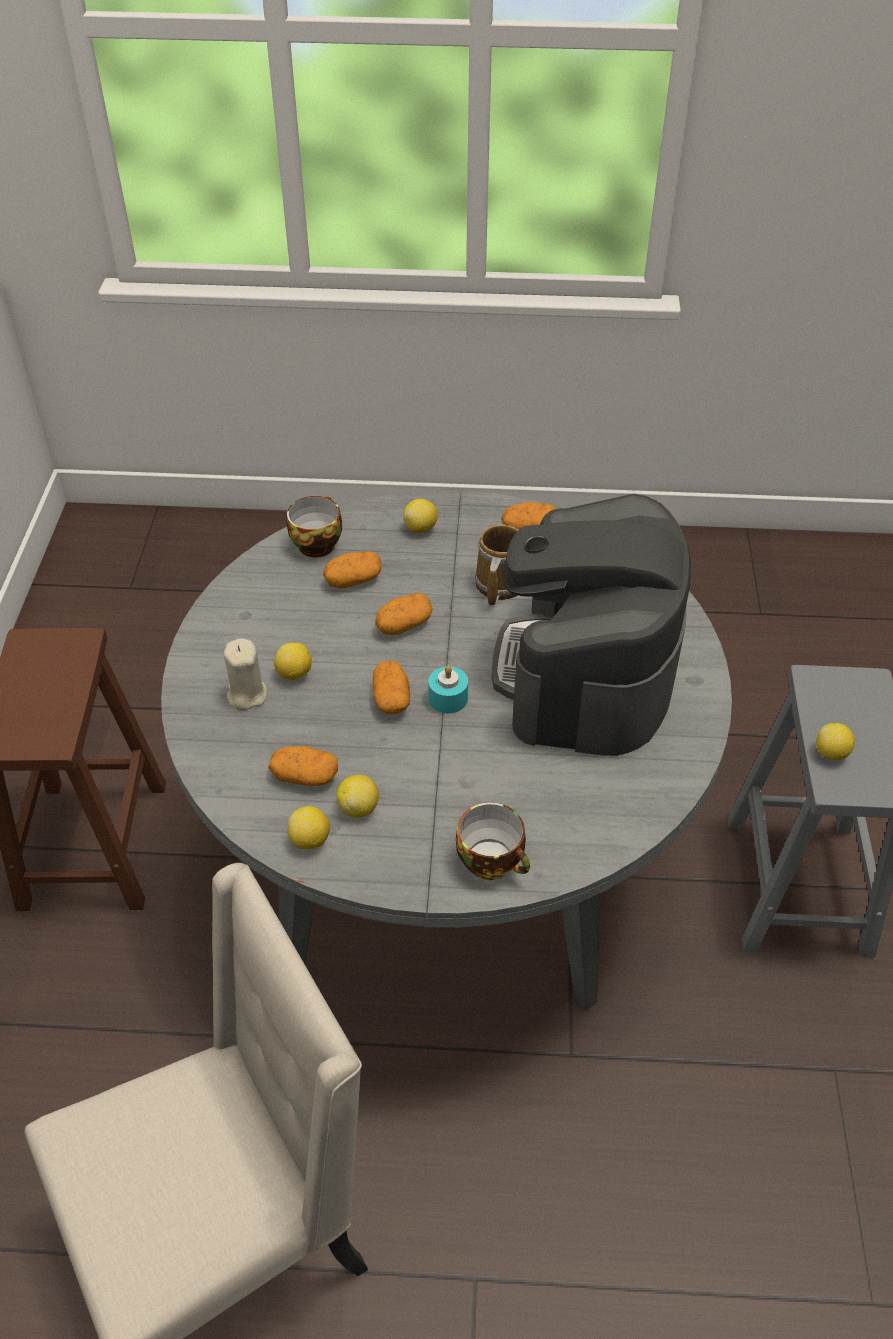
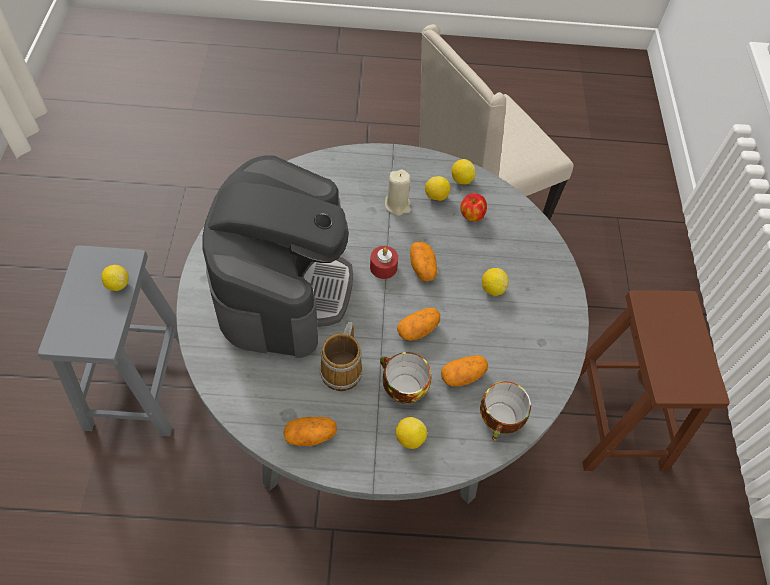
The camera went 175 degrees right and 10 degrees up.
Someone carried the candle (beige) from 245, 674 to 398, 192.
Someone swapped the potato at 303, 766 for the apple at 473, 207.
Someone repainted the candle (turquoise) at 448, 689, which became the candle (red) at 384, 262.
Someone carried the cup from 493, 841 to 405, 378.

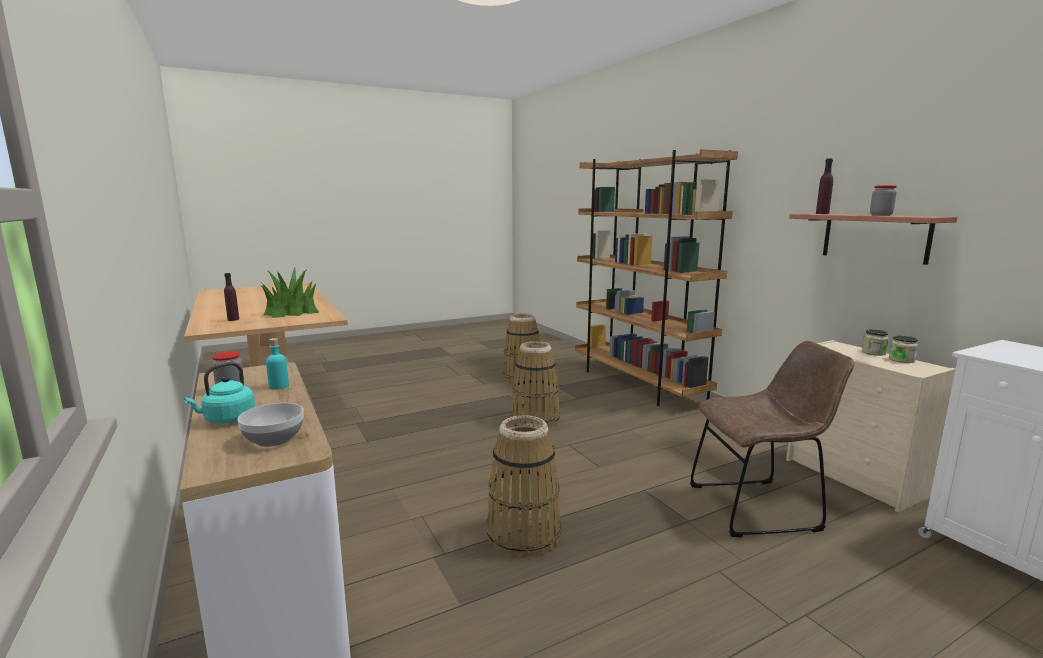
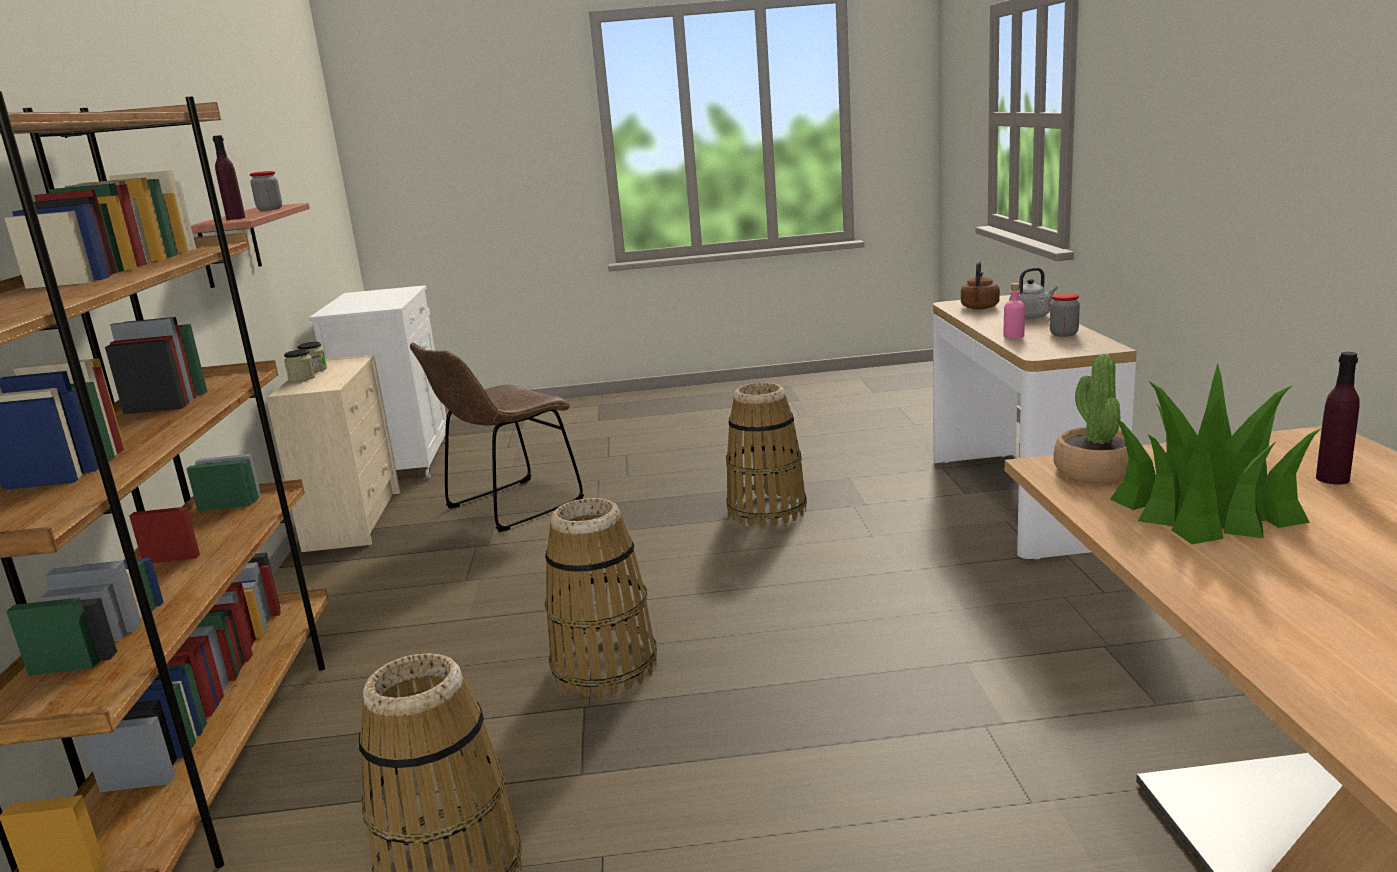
The camera went 155 degrees left and 5 degrees up.
Someone repainted the kettle (turquoise) at 219, 393, which became the kettle (grey) at 1033, 293.
Someone swapped the bowl at 271, 425 for the kettle (brown) at 980, 285.
Someone repainted the bottle (turquoise) at 277, 364, which became the bottle (pink) at 1014, 311.
Someone rotated the chair (brown) at 772, 439 by 60 degrees counterclockwise.
Someone put down the potted plant at 1091, 419.

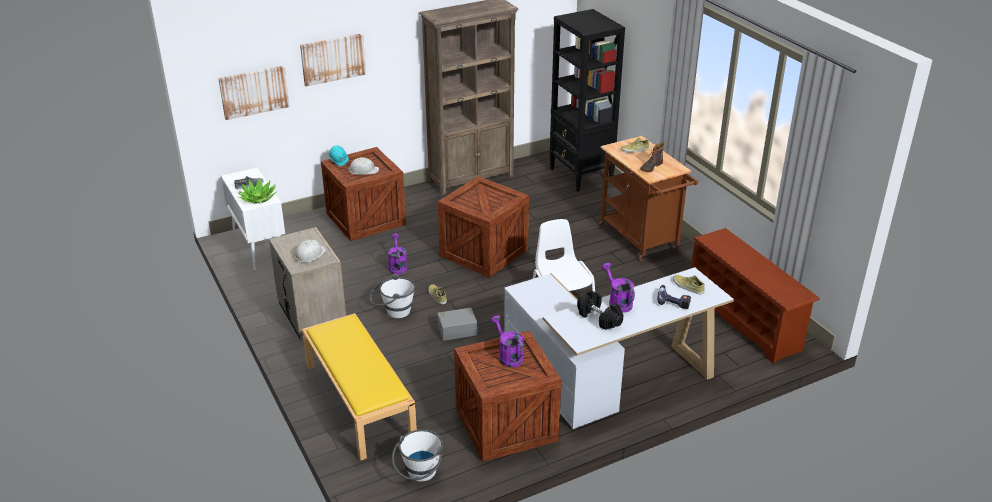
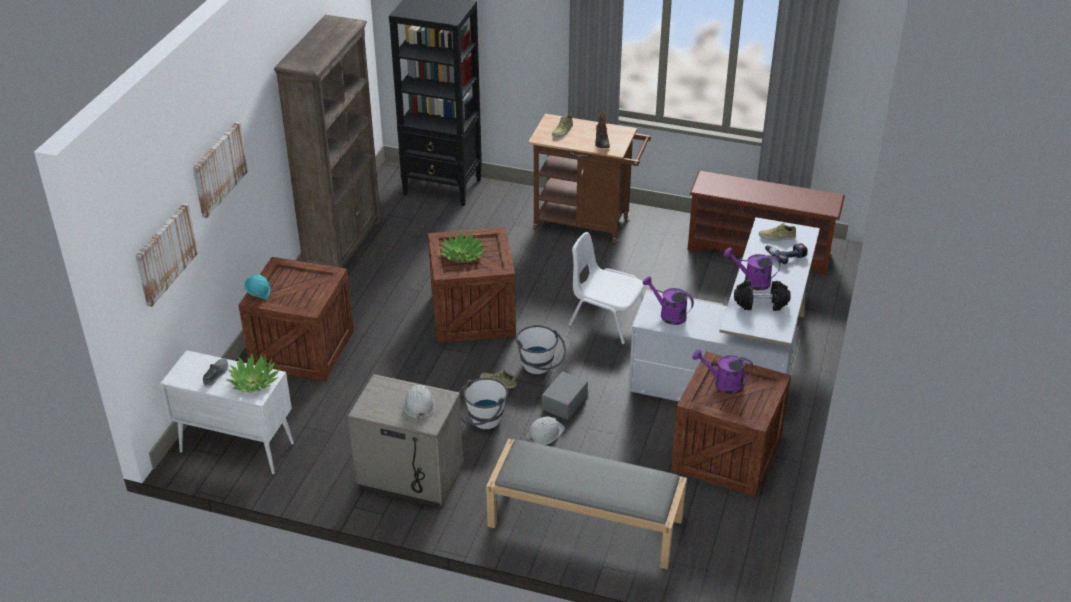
The camera went 45 degrees left and 5 degrees up.
Someone repainted the bench (yellow) at 359, 387, which became the bench (grey) at 586, 504.
Someone carried the hard hat (white) from 363, 166 to 546, 430.
Someone carried the watering can (purple) from 397, 254 to 668, 300.
Someone carried the bucket (white) from 417, 455 to 541, 349.
Someone put down the potted plant at 462, 246.

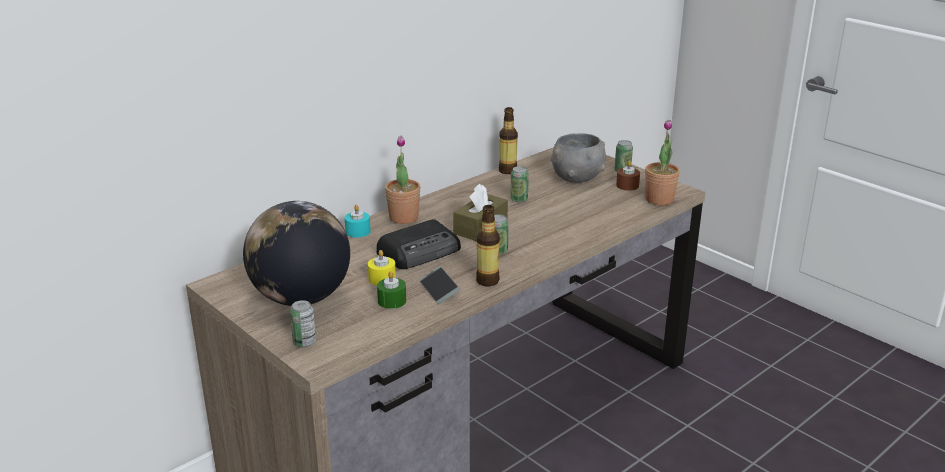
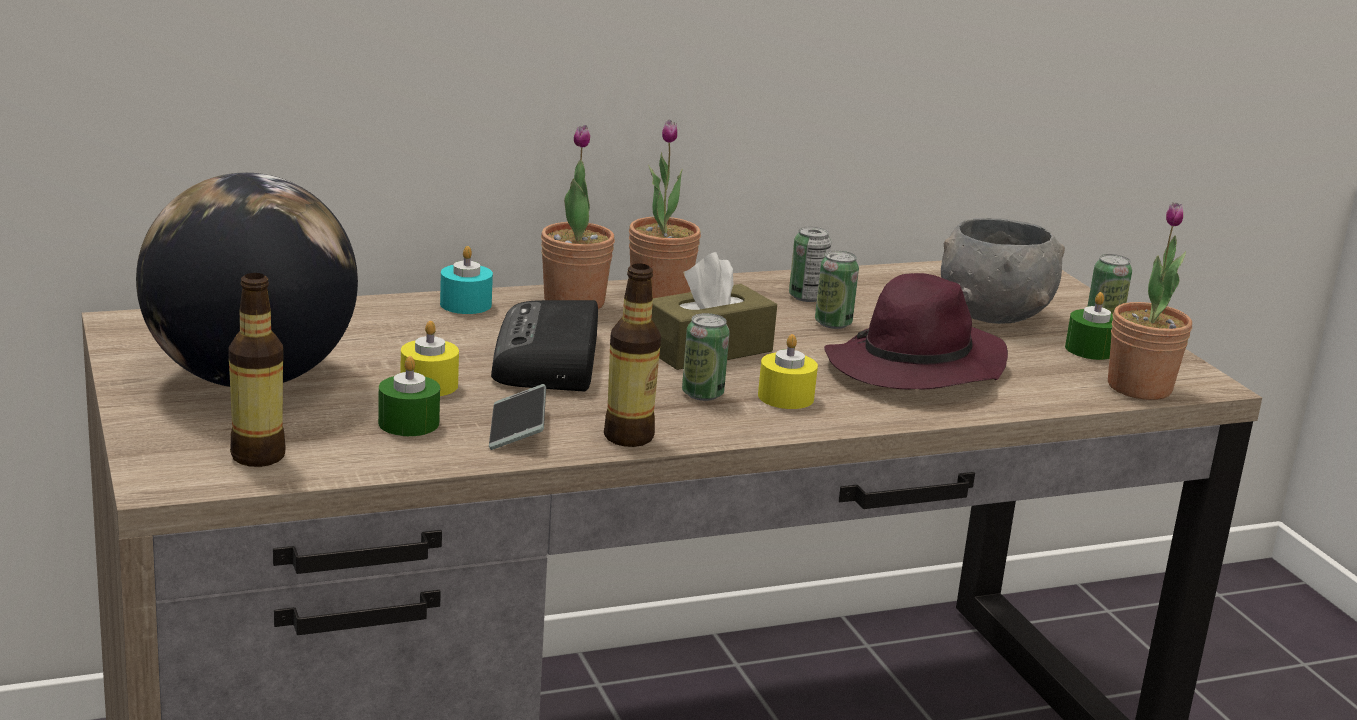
The camera went 20 degrees right and 5 degrees down.
Someone carried the can from 303, 323 to 810, 264.
Someone rotated the radio at 419, 244 by 105 degrees clockwise.
Someone carried the bottle from 508, 140 to 256, 370.
Someone repainted the candle (brown) at 628, 176, which became the candle (green) at 1089, 326.
Someone put down the potted plant at 665, 209.
Someone put down the candle (yellow) at 788, 371.
Someone put down the hat (purple) at 916, 331.

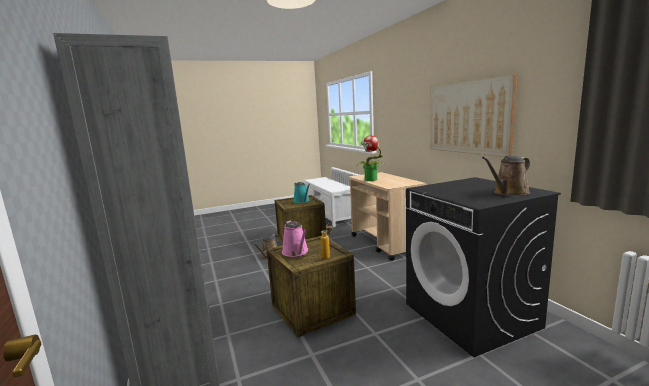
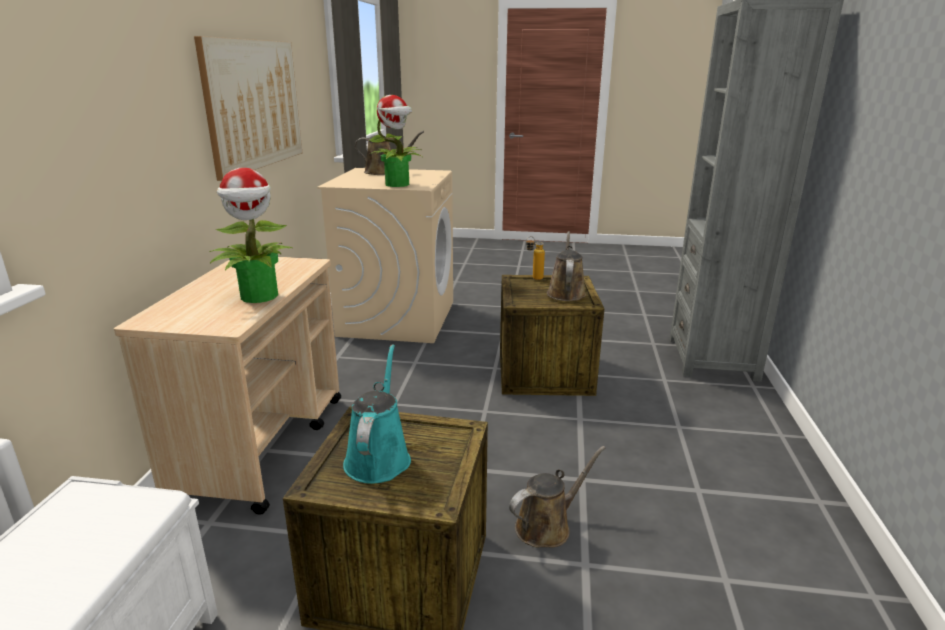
The camera went 150 degrees left and 10 degrees up.
Someone repainted the watering can (pink) at 295, 239, which became the watering can (brown) at 566, 266.
Someone repainted the washing machine (black) at 483, 267, which became the washing machine (beige) at 385, 255.
Someone put down the potted plant at 396, 141.

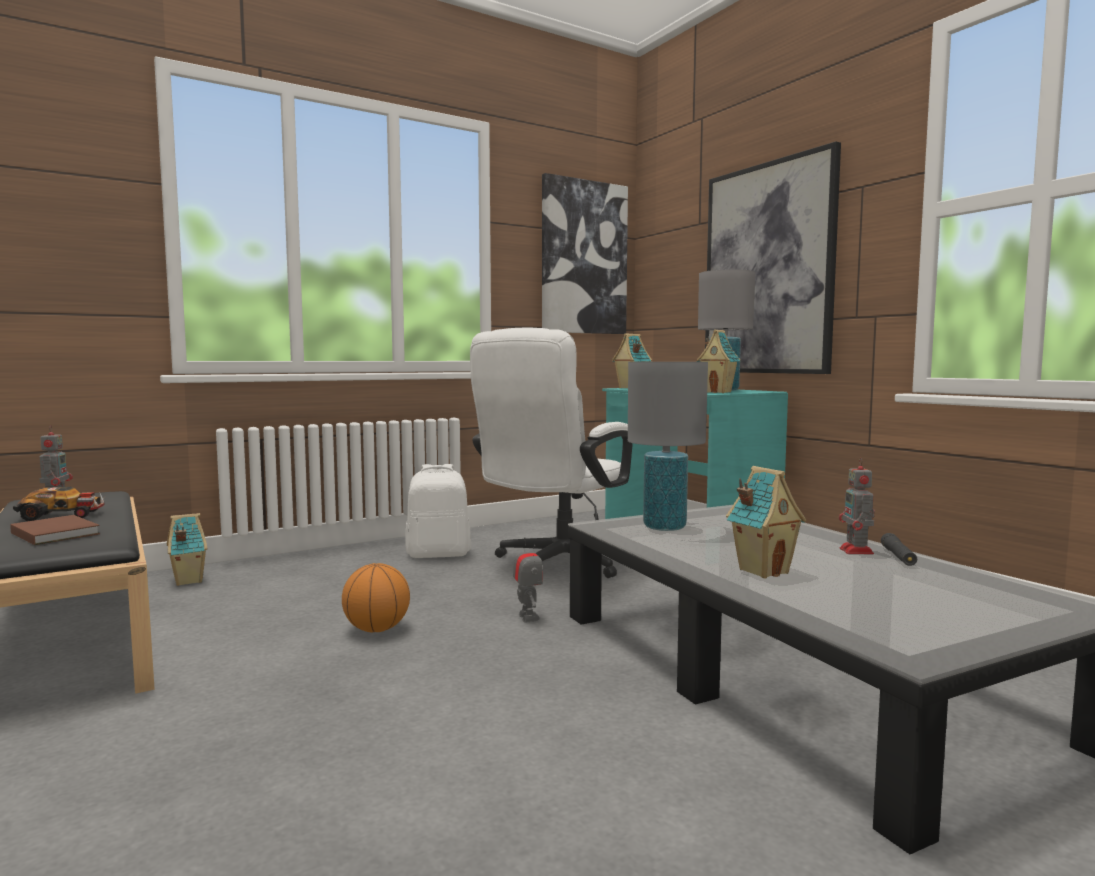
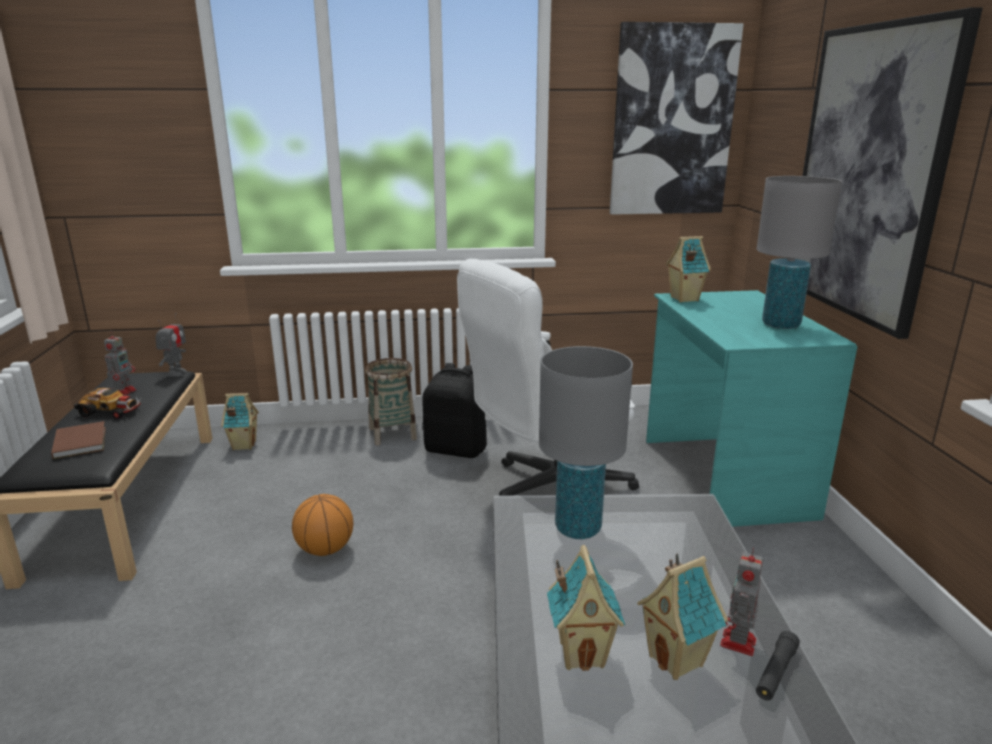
The camera went 25 degrees right and 15 degrees up.
Someone repainted the backpack (white) at 438, 511, which became the backpack (black) at 454, 410.
Someone carried the toy robot from 528, 580 to 171, 345.
Someone carried the toy house from 719, 361 to 682, 617.
Someone put down the basket at 391, 402.

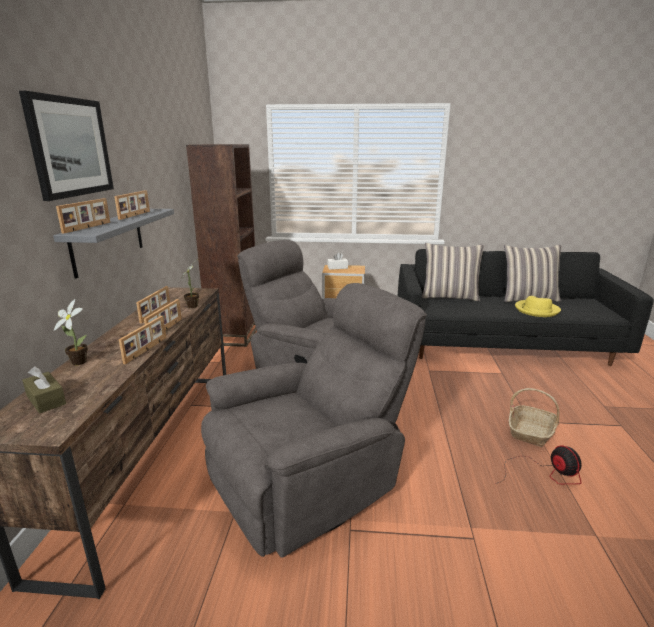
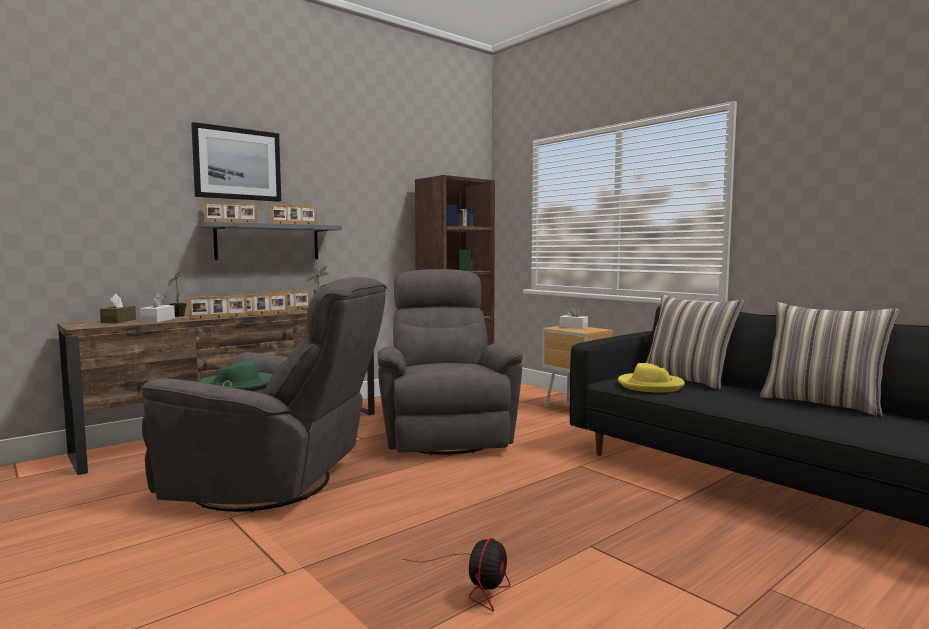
The camera went 45 degrees right and 15 degrees down.
Someone took away the basket at 534, 417.
Someone carried the hat (yellow) from 538, 306 to 651, 378.
Someone put down the tissue box (white) at 157, 308.
Someone put down the hat (green) at 236, 375.

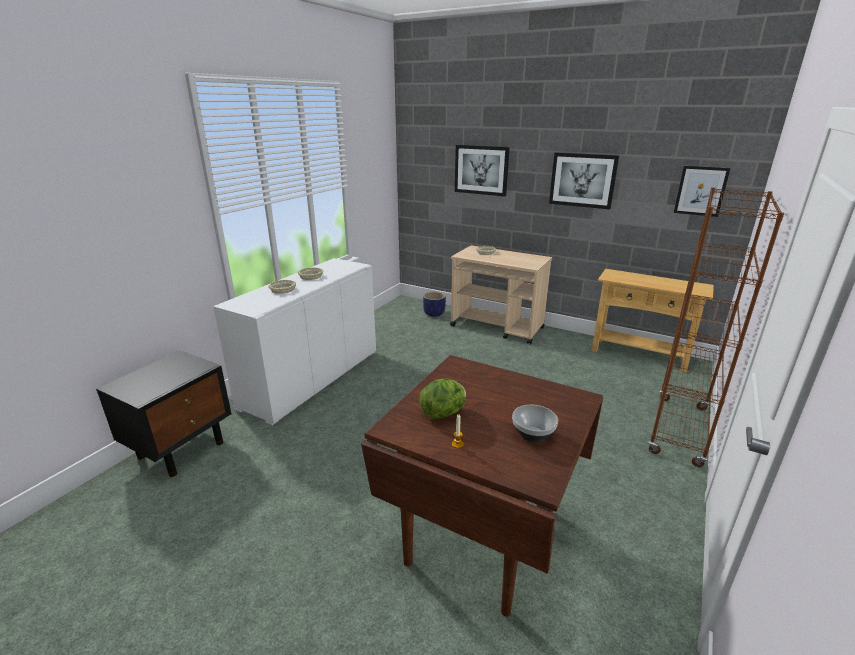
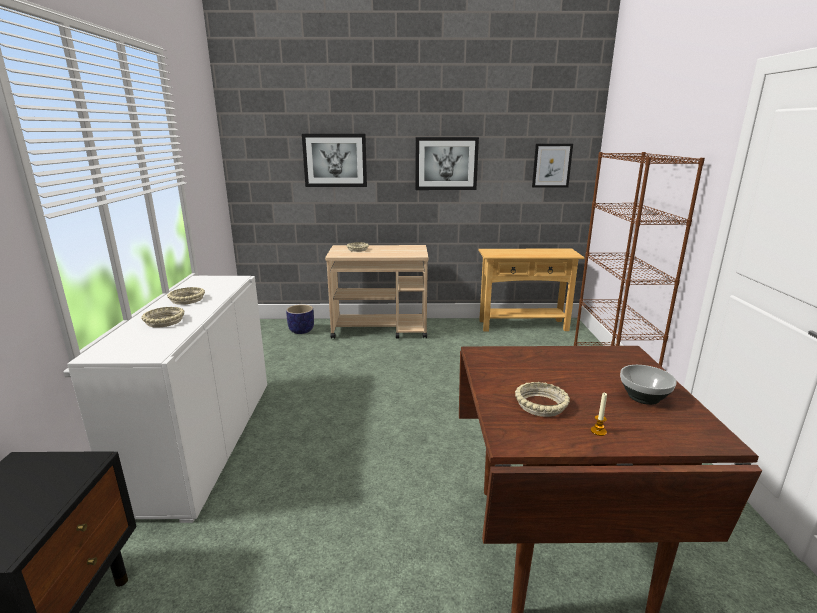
The camera went 30 degrees left and 5 degrees down.
Someone swapped the lettuce at 442, 399 for the bowl (beige) at 542, 399.

